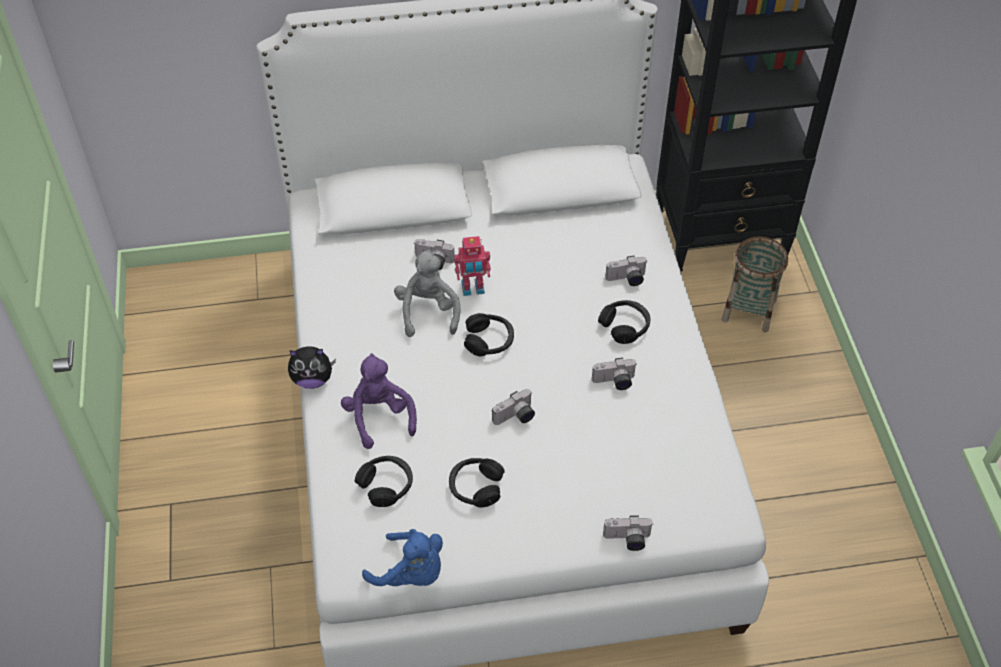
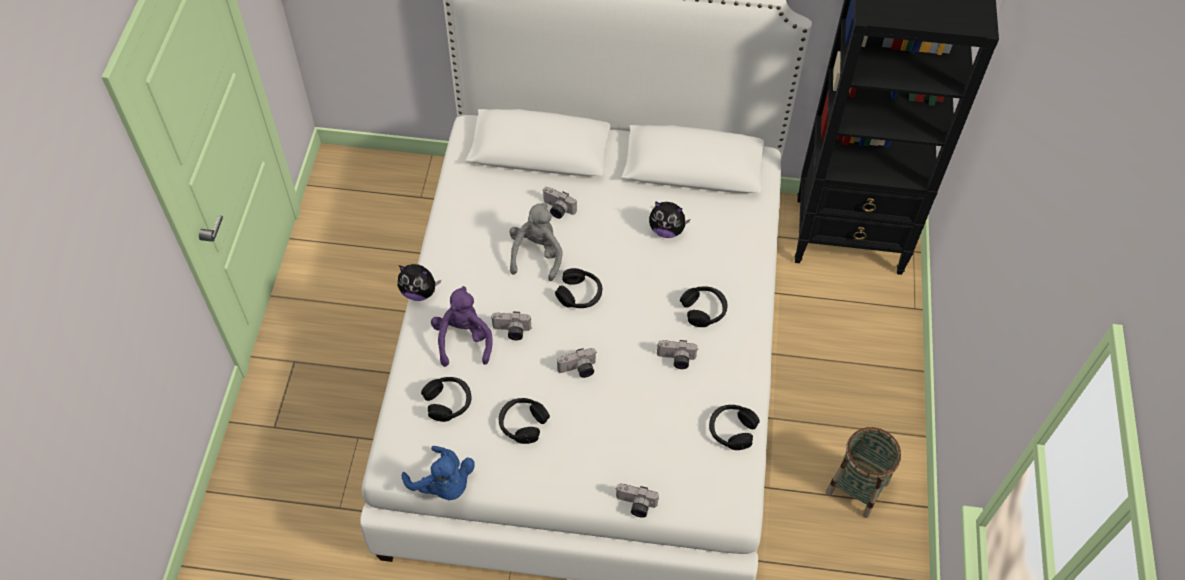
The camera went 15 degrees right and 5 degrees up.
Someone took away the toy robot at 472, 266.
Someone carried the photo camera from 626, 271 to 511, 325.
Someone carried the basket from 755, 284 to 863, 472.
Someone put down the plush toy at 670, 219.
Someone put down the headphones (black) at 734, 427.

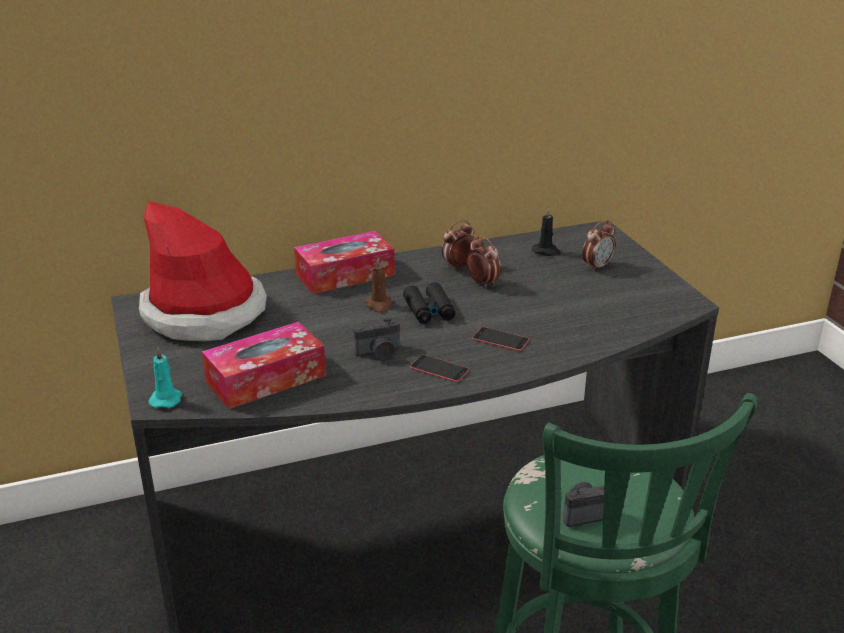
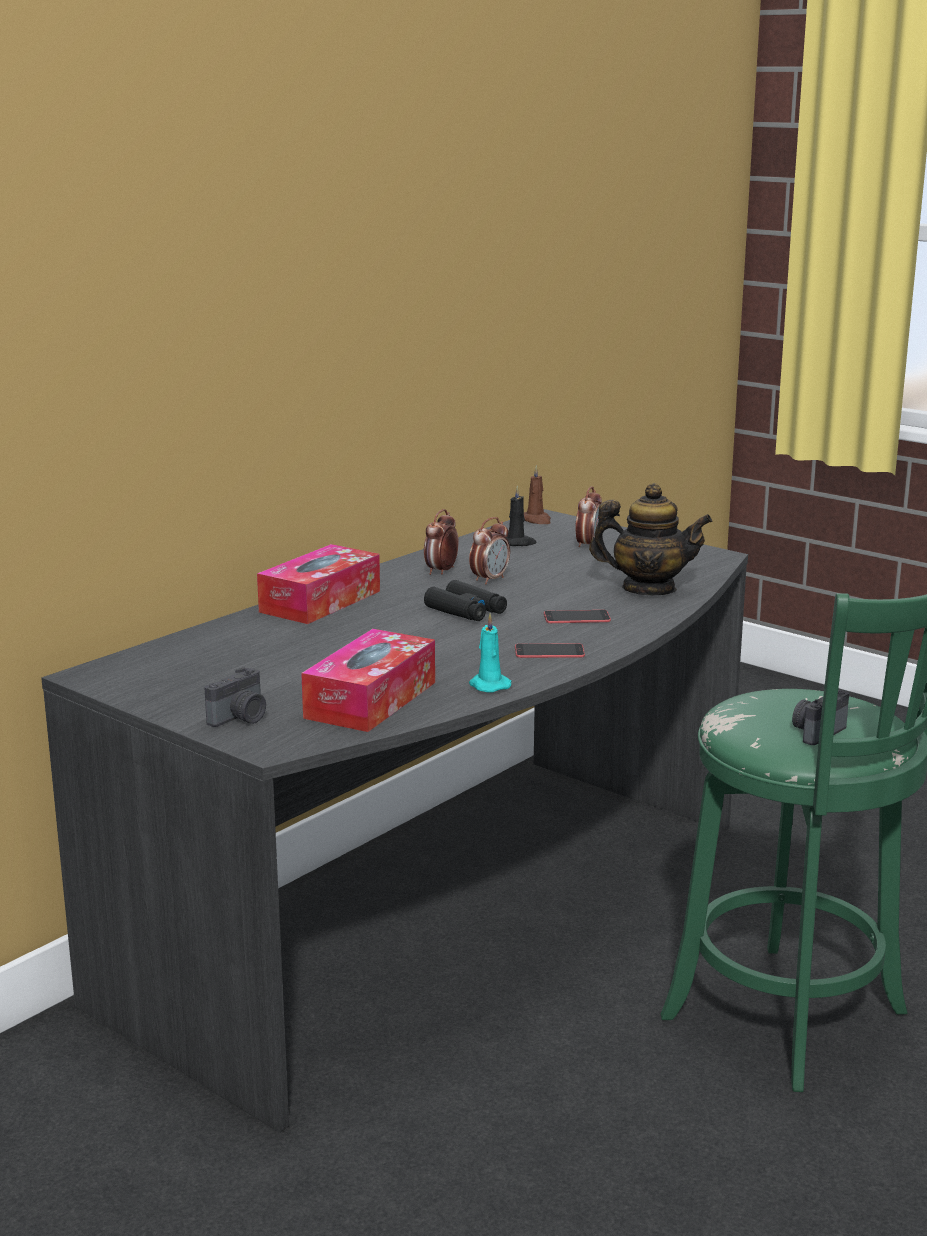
The camera went 30 degrees left and 10 degrees down.
Someone took away the hat at 203, 271.
Someone carried the candle (turquoise) from 165, 377 to 490, 653.
Someone carried the photo camera from 376, 339 to 235, 697.
Someone carried the candle (brown) from 378, 285 to 537, 494.
Someone rotated the alarm clock at 484, 262 by 105 degrees clockwise.
Someone put down the teapot at 651, 539.

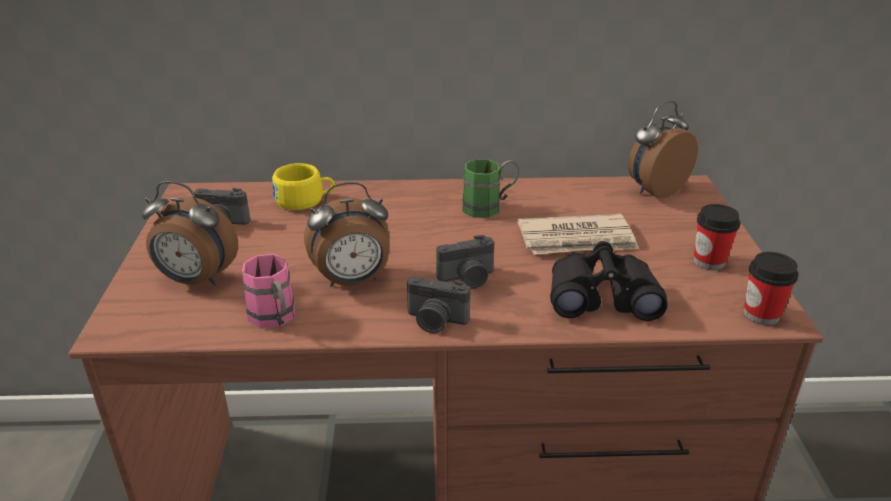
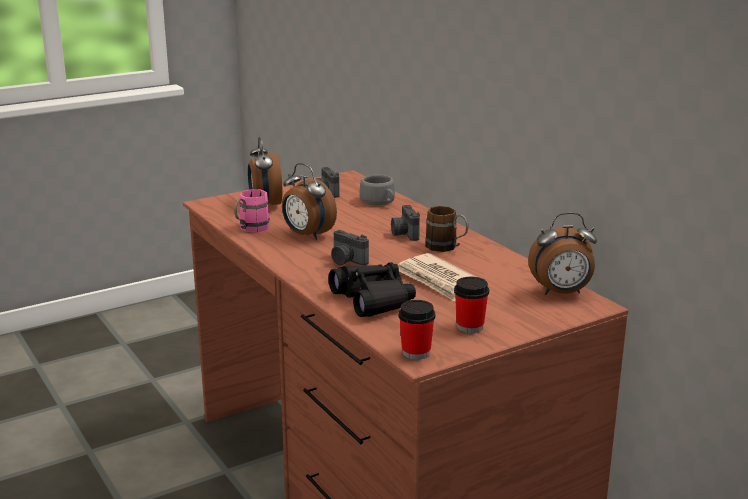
The camera went 60 degrees right and 10 degrees down.
Someone repainted the cup (yellow) at 303, 186, which became the cup (grey) at 377, 189.
Someone carried the photo camera from 438, 304 to 405, 223.
Someone repainted the mug (green) at 490, 188, which became the mug (brown) at 446, 229.
Someone rotated the alarm clock at 663, 149 by 150 degrees clockwise.

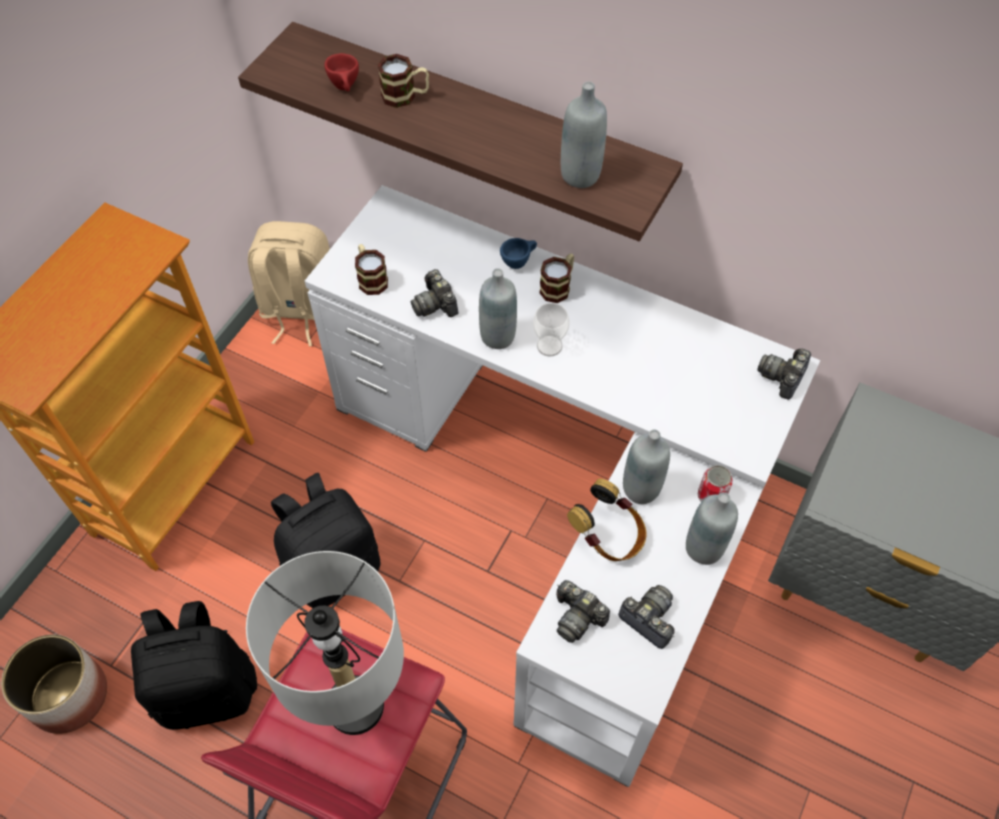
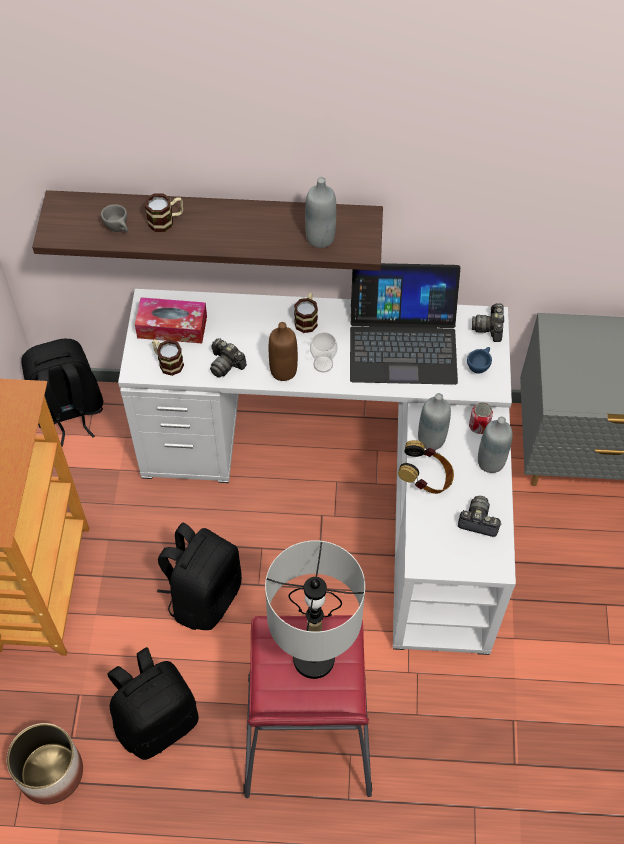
The camera went 25 degrees left and 0 degrees up.
Someone repainted the backpack (beige) at 289, 284, which became the backpack (black) at 62, 392.
Someone repainted the cup (red) at 342, 72, which became the cup (grey) at 114, 218.
Someone repainted the bottle (grey) at 498, 308, which became the bottle (brown) at 283, 351.
Someone carried the cup (blue) from 518, 253 to 479, 360.
Someone took away the photo camera at 583, 611.
Someone put down the tissue box at 171, 320.
Someone put down the laptop at 405, 324.

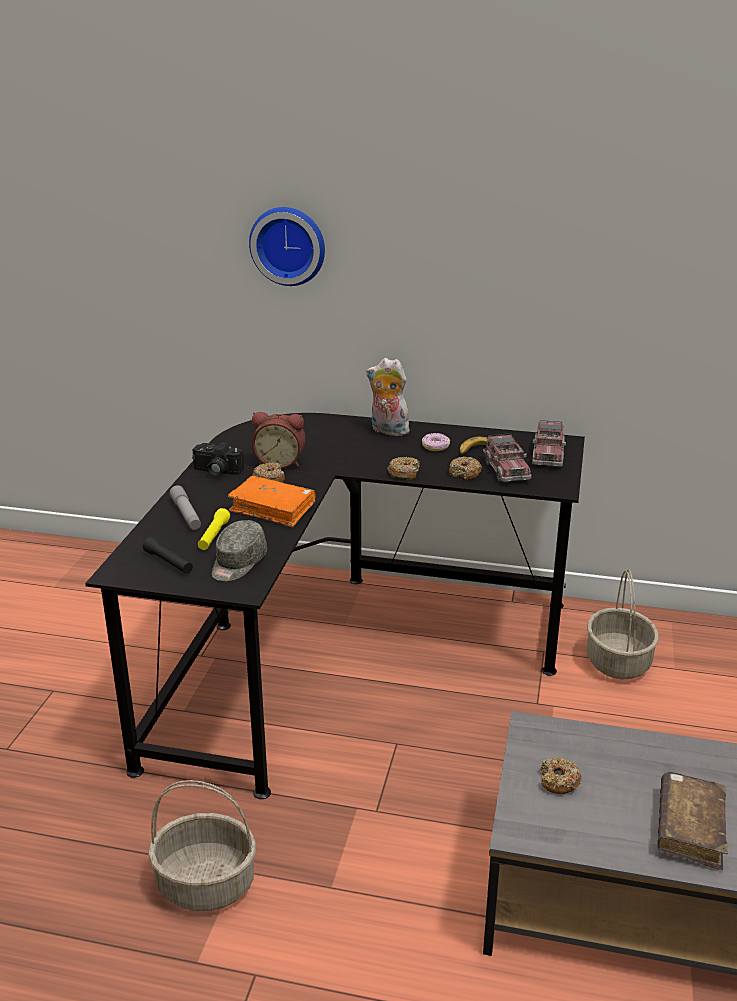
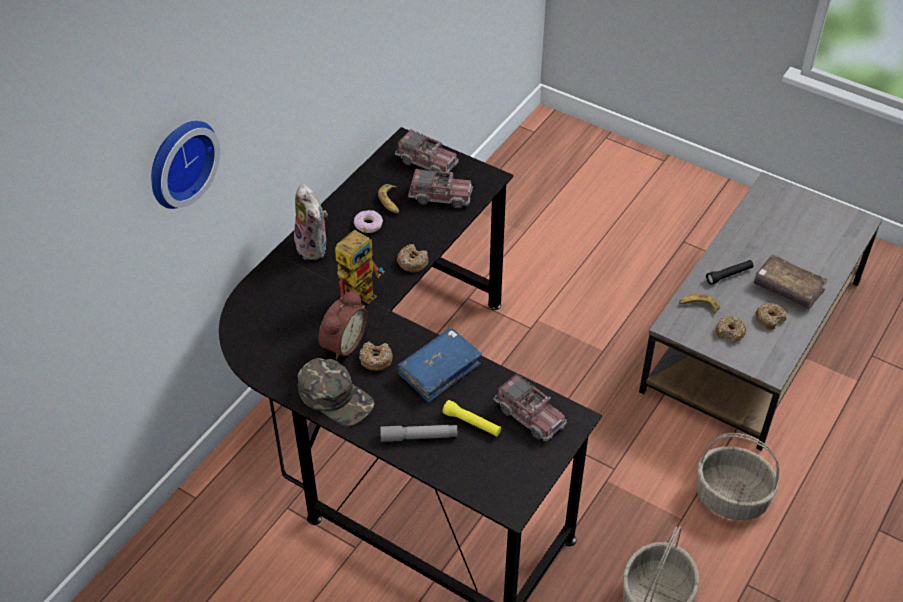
The camera went 70 degrees left and 20 degrees up.
Someone carried the flashlight (black) from 168, 555 to 729, 272.
Someone swapped the photo camera at 218, 459 for the cap (green) at 336, 392.
Someone swapped the cap (grey) at 239, 551 for the toy truck at 530, 407.
Someone repainted the book (orange) at 271, 501, which became the book (blue) at 439, 365.
Someone rotated the plush toy at 387, 397 by 75 degrees counterclockwise.
Someone carried the donut from 465, 468 to 771, 316.
Someone carried the basket from 623, 624 to 737, 476.
Someone put down the toy robot at 359, 267.
Someone put down the banana at 699, 304.

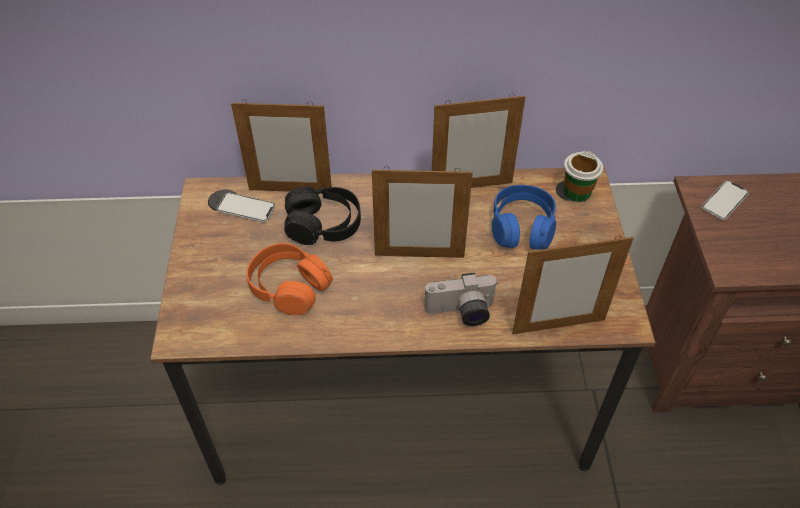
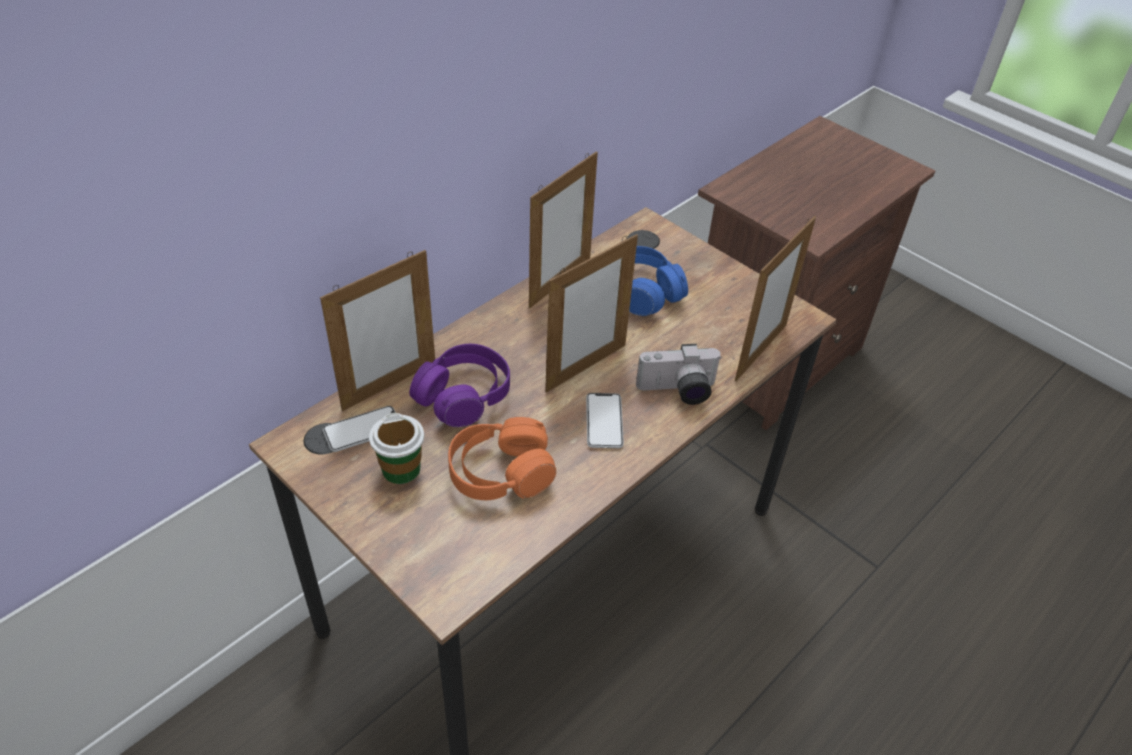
The camera went 45 degrees left and 5 degrees down.
Someone repainted the headphones (black) at 322, 215, which became the headphones (purple) at 459, 385.
Someone rotated the photo camera at 460, 299 by 45 degrees clockwise.
Someone carried the cup from 583, 176 to 396, 448.
Someone carried the phone from 725, 200 to 605, 420.

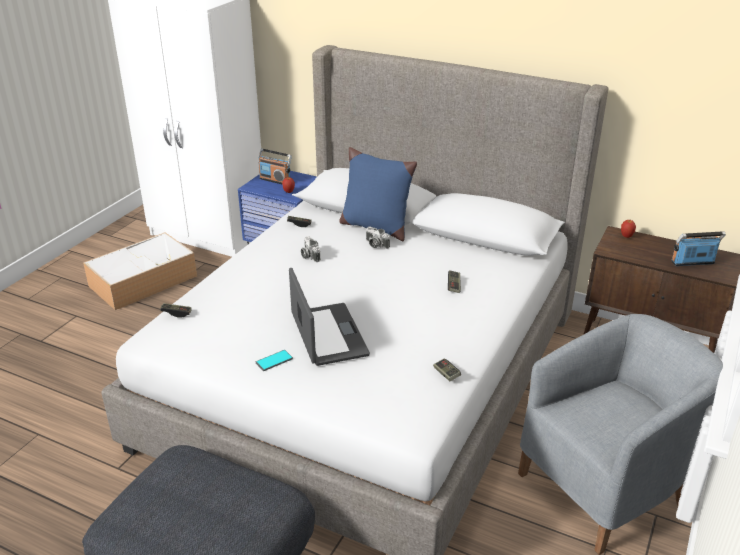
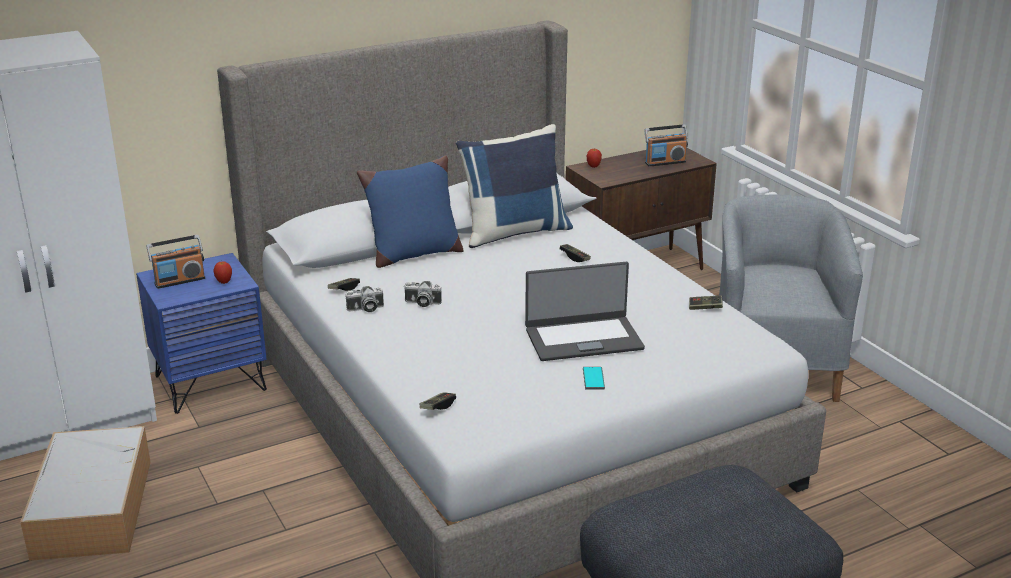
The camera went 55 degrees left and 5 degrees down.
Someone rotated the laptop at 329, 317 by 150 degrees clockwise.
Someone carried the photo camera from 378, 237 to 364, 299.
Someone rotated the radio at 698, 248 by 135 degrees counterclockwise.
Someone put down the pillow (blue) at 514, 186.

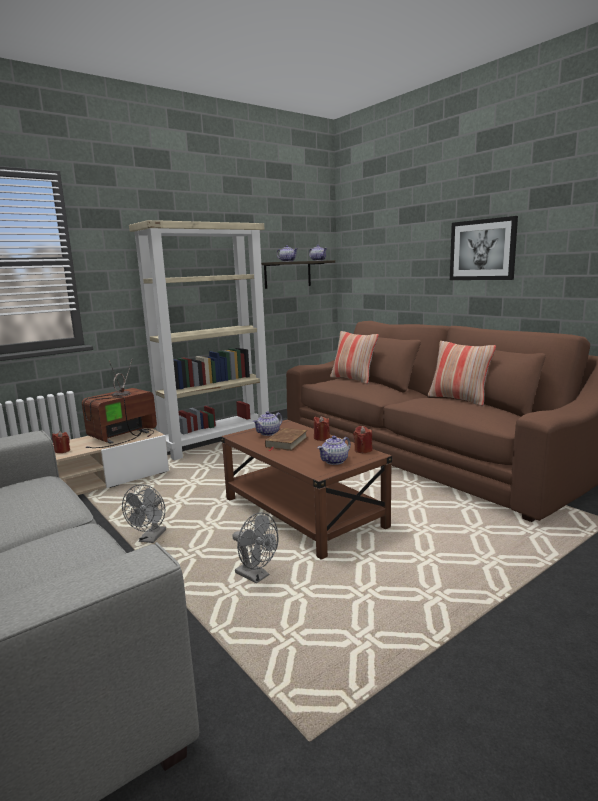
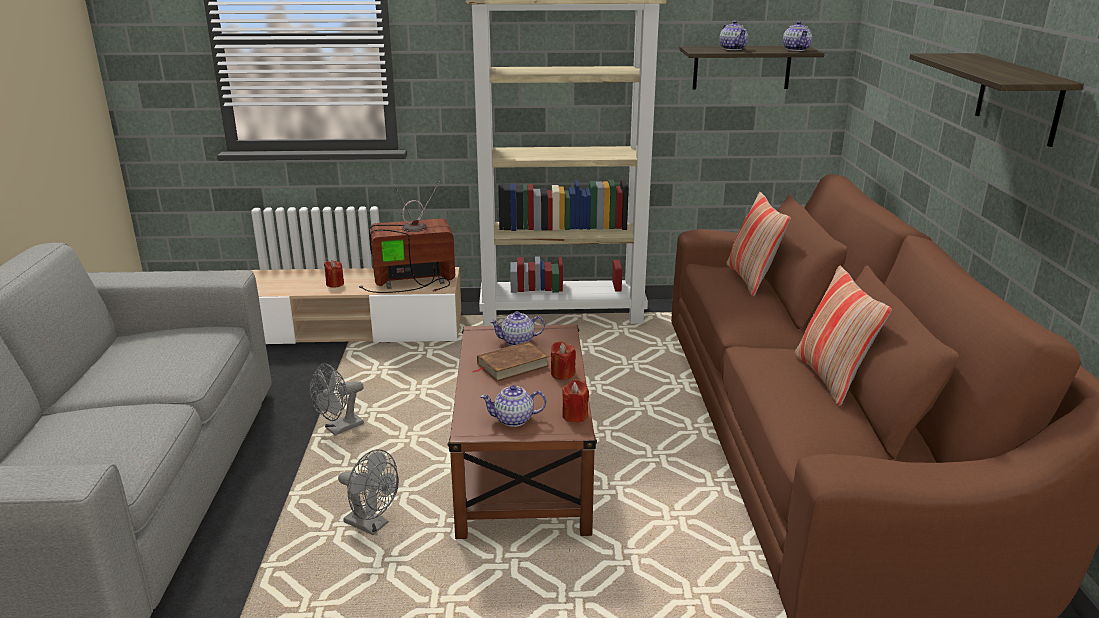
The camera went 35 degrees right and 10 degrees up.
Someone rotated the fan (grey) at 255, 548 by 45 degrees counterclockwise.
Someone swapped the picture at 484, 248 for the shelf at 997, 100.

